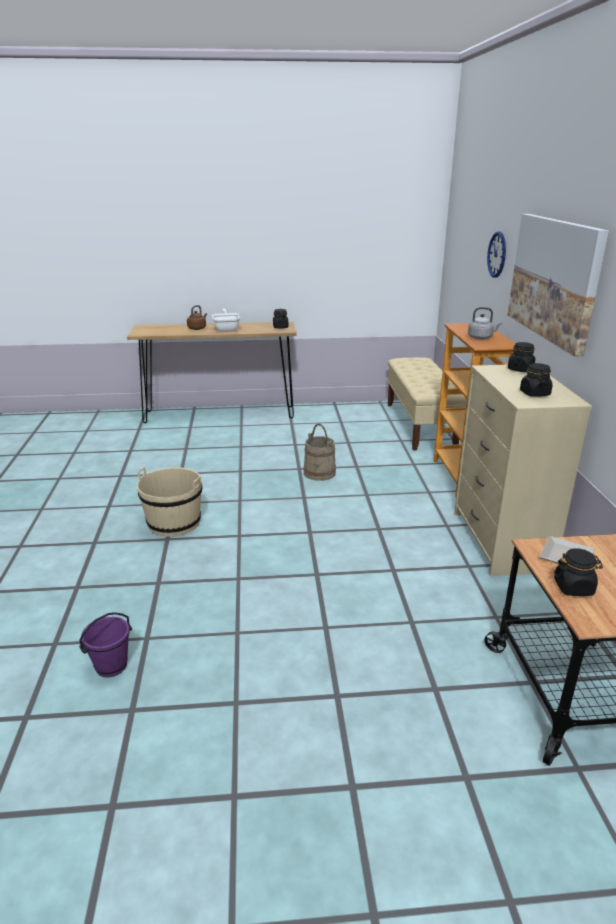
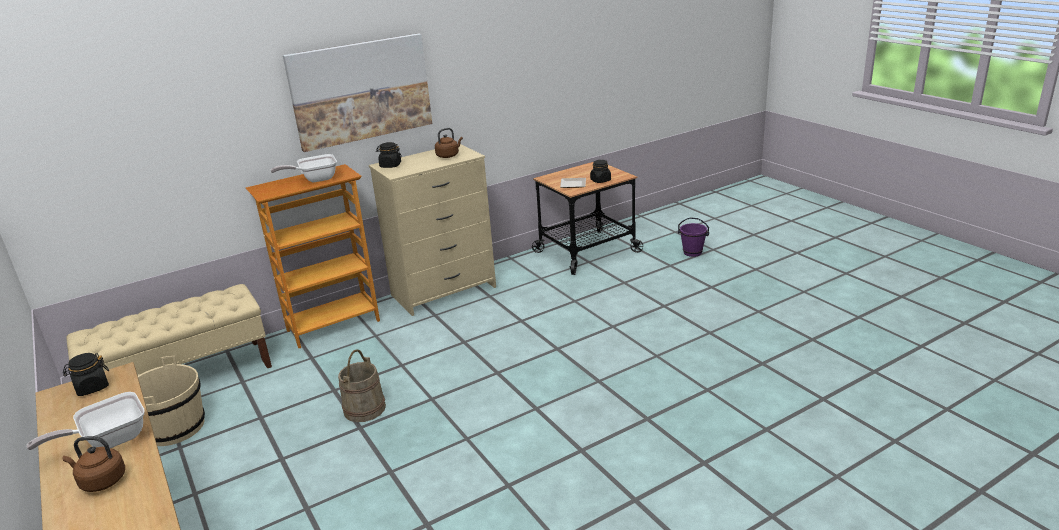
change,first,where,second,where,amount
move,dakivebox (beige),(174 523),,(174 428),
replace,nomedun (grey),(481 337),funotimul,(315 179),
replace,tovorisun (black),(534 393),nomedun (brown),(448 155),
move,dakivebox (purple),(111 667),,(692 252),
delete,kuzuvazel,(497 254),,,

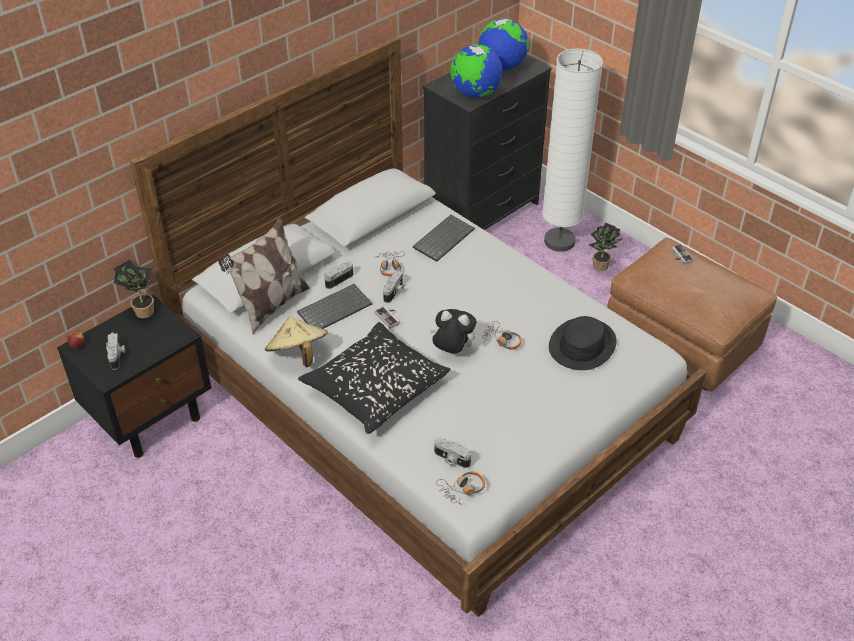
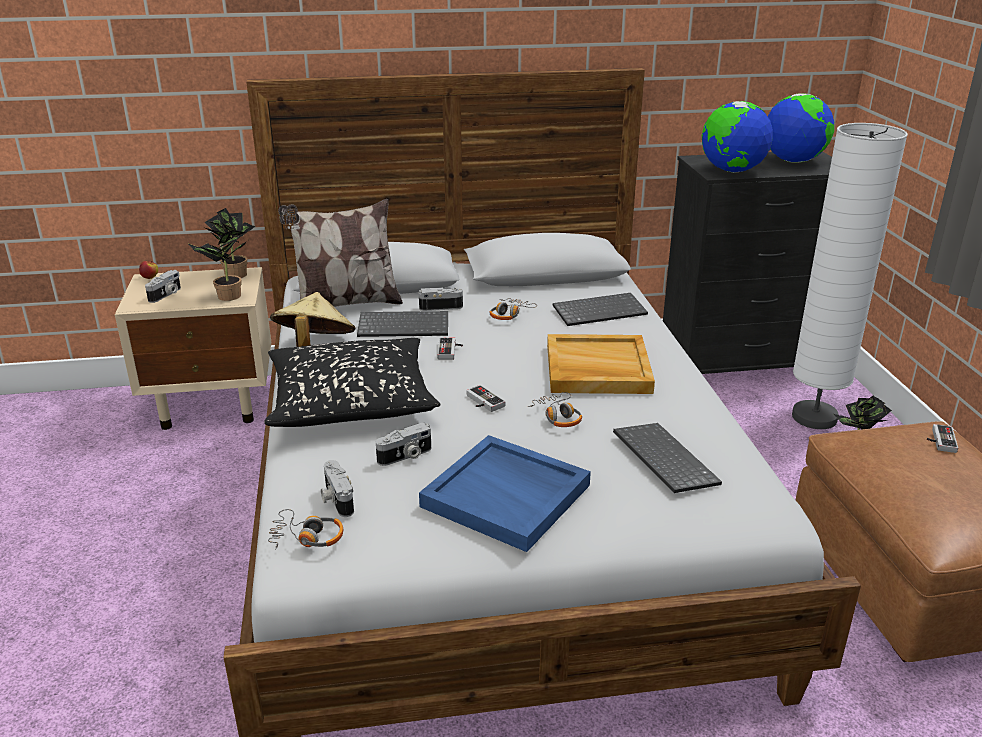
change,first,where,second,where,amount
recolor,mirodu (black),(151 417),mirodu (beige),(213 404),
insert,,,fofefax,(226 297),
move,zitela,(394 292),,(406 456),
insert,,,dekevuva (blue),(507 495),
replace,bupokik,(452 351),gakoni,(482 402),
insert,,,dekevuva (beige),(596 369),
replace,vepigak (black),(582 345),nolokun,(662 459),

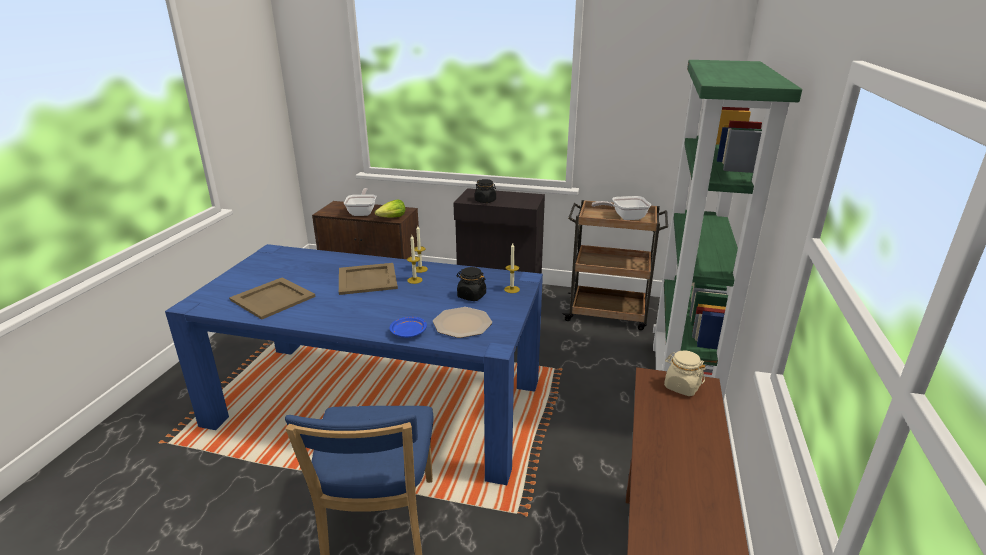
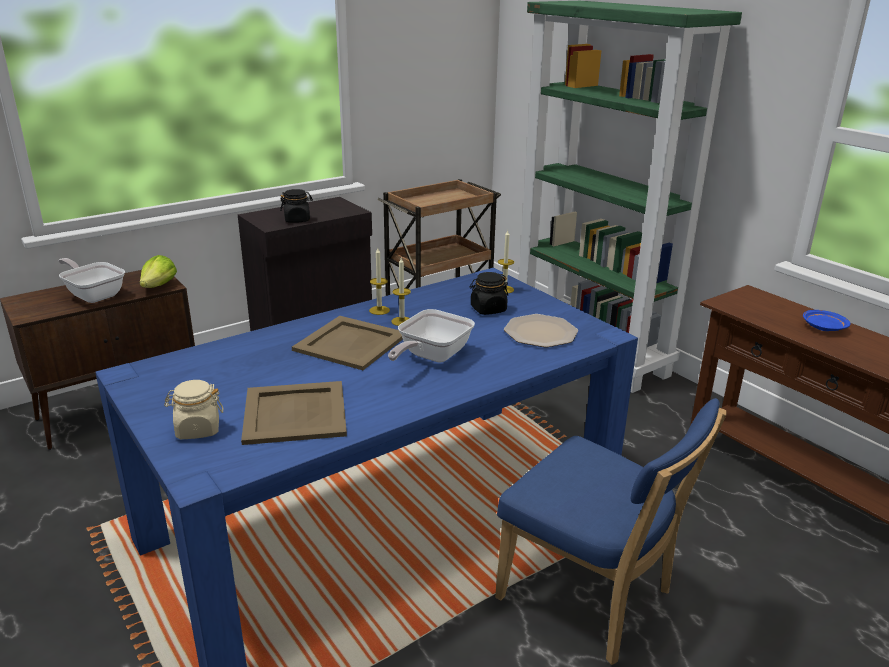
change,first,where,second,where,amount
move,tovorisun (beige),(681 386),,(197 429),
move,funotimul,(625 217),,(430 357),
move,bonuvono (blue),(408 332),,(823 327),

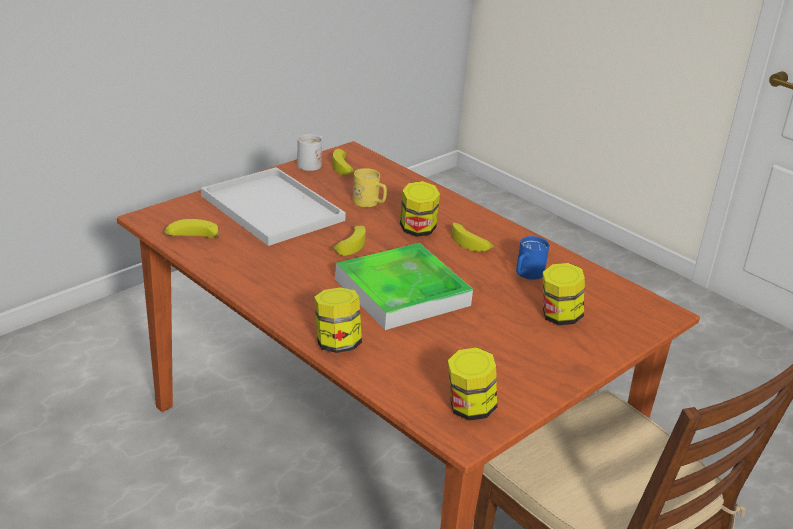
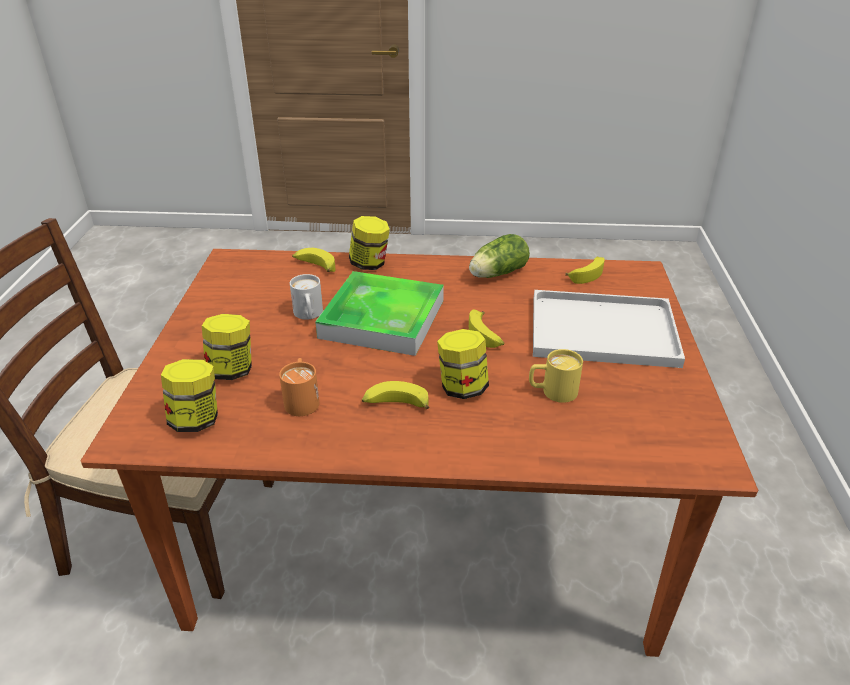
change,first,where,second,where,amount
move,tovorisun,(469 409),,(196 420),
recolor,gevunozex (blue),(526 275),gevunozex (orange),(302 399),
move,gevunozex (white),(312 163),,(309 315),
move,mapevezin,(344 168),,(314 266),
insert,,,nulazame,(496 274),

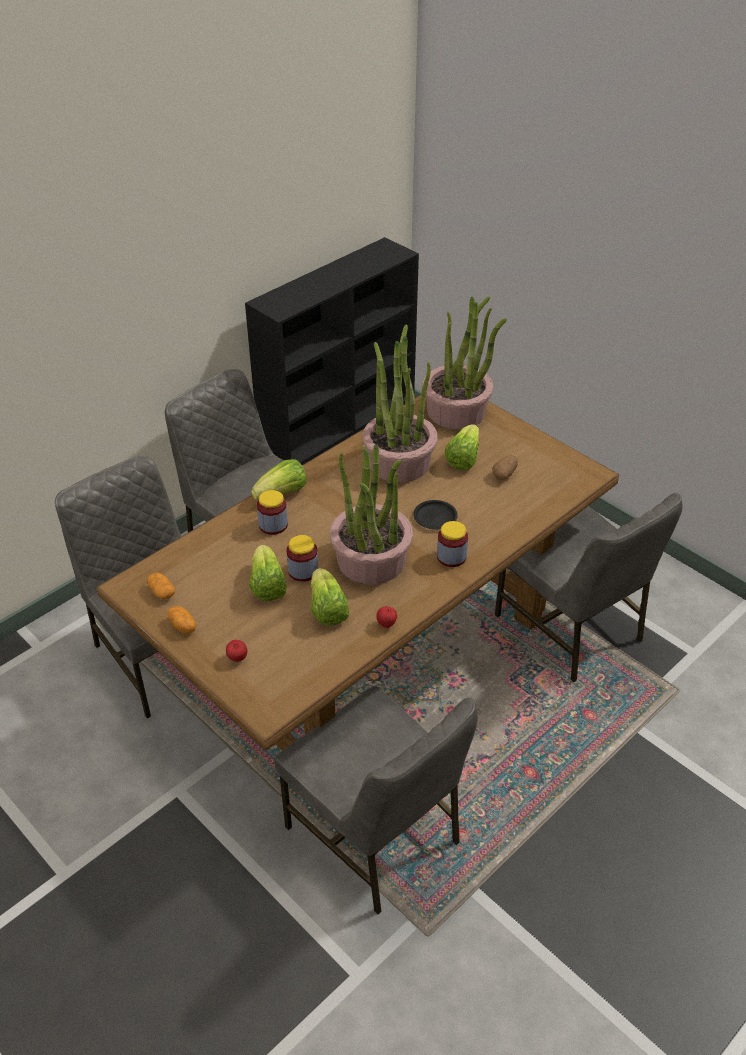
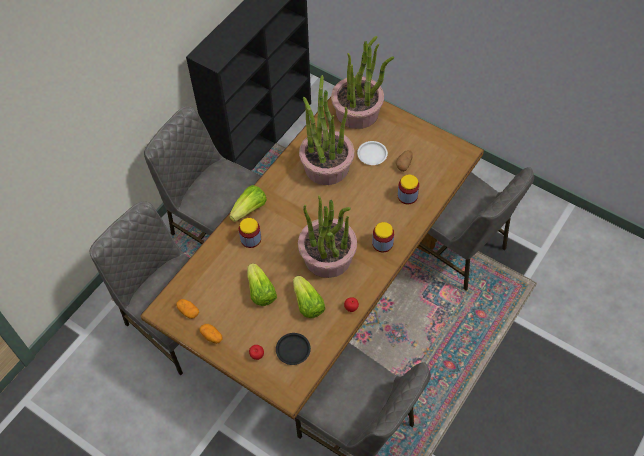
change,first,where,second,where,amount
move,bonuvono (black),(435 518),,(293 350),
replace,nulazame,(463 458),bonuvono (white),(372 155),
move,tovorisun,(303 571),,(407 196),

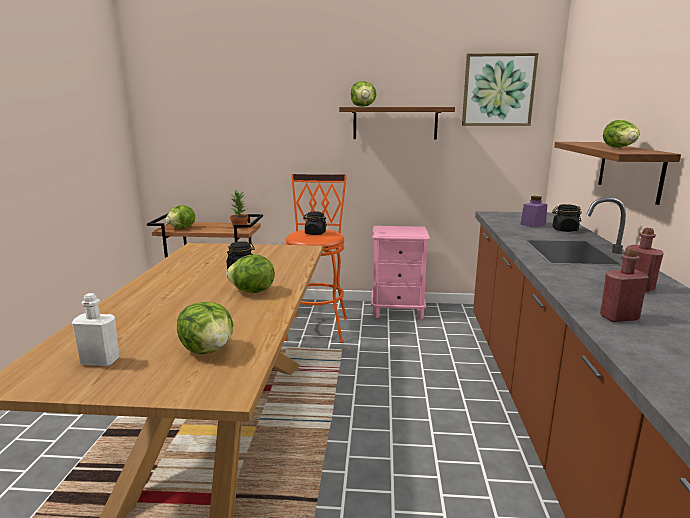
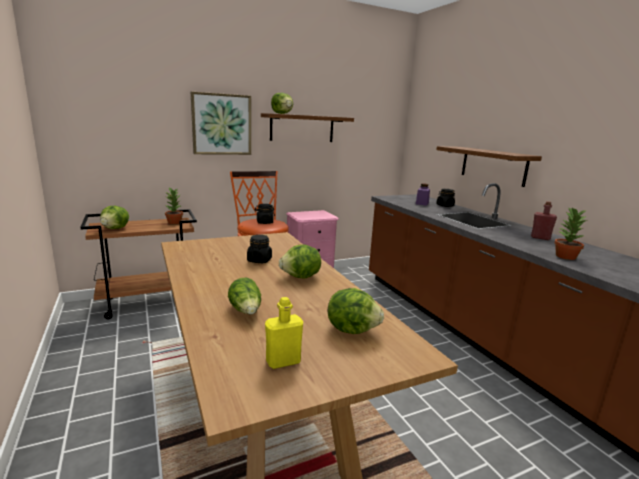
change,first,where,second,where,amount
move,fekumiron,(498 90),,(221 124),
move,nulazame,(620 148),,(246 311),
recolor,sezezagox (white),(100 361),sezezagox (yellow),(283 361),
replace,sezezagox (red),(619 317),fofefax,(565 256),

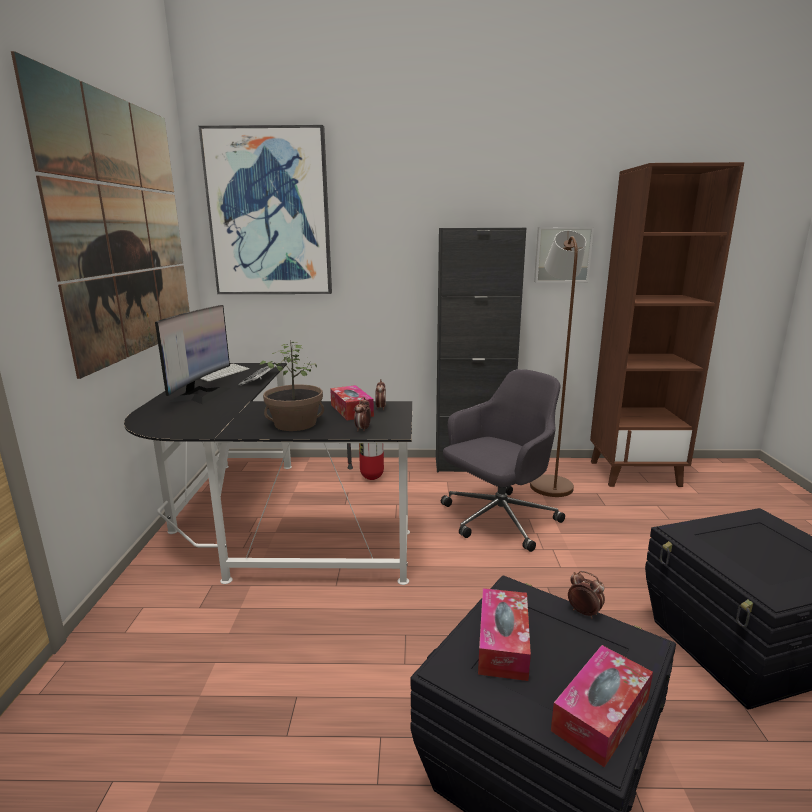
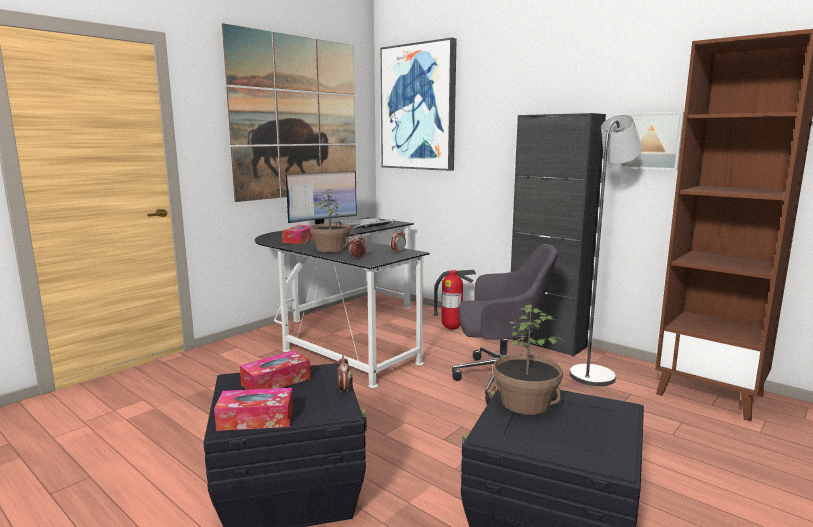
change,first,where,second,where,amount
move,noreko,(351 410),,(300 240),
insert,,,fofefax,(525 403),
recolor,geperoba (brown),(549 483),geperoba (grey),(595 373),

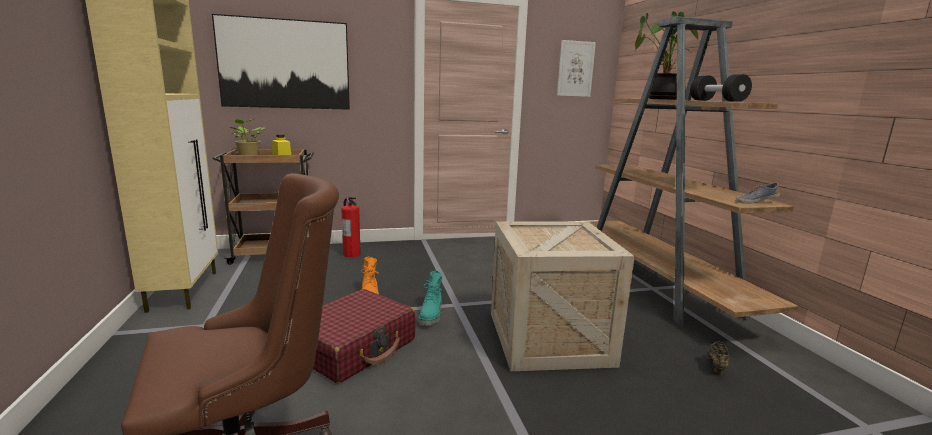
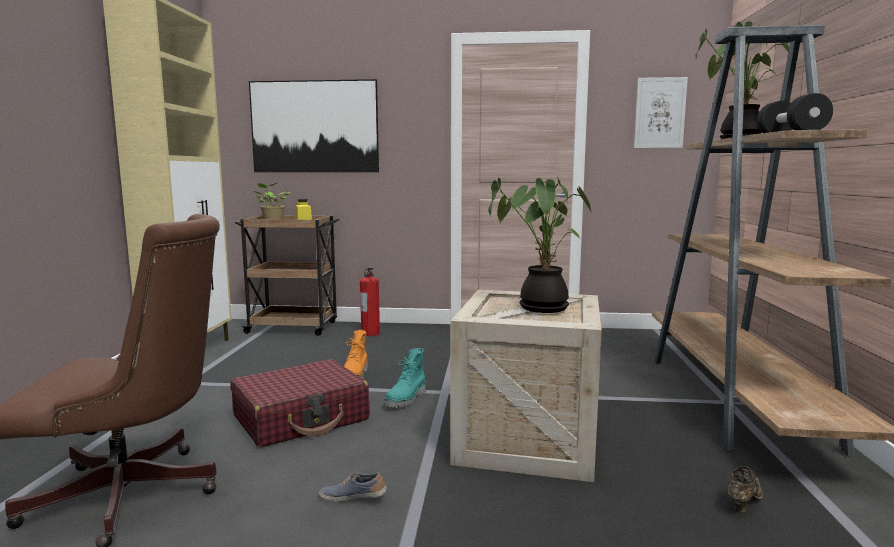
change,first,where,second,where,amount
move,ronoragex,(755 202),,(353 498),
insert,,,fofefax,(539 307),

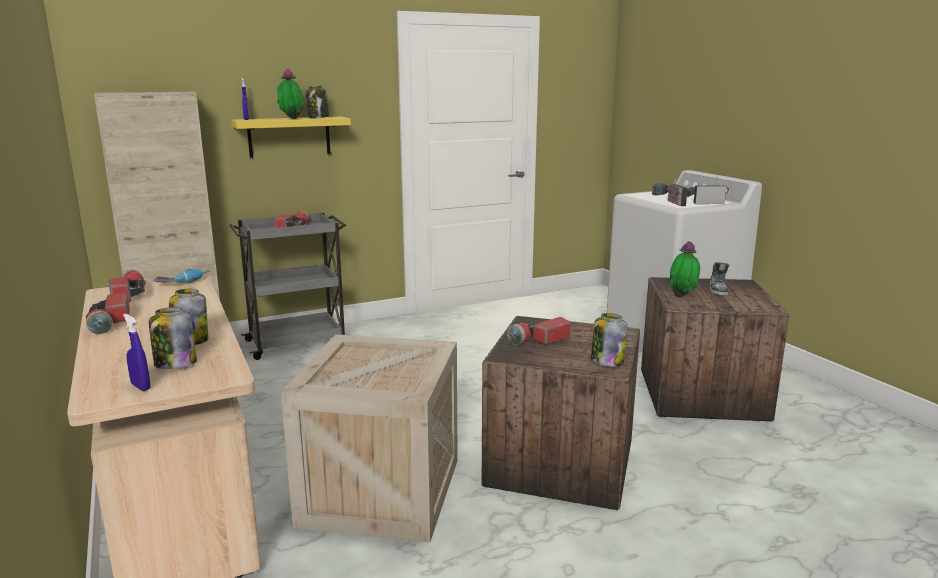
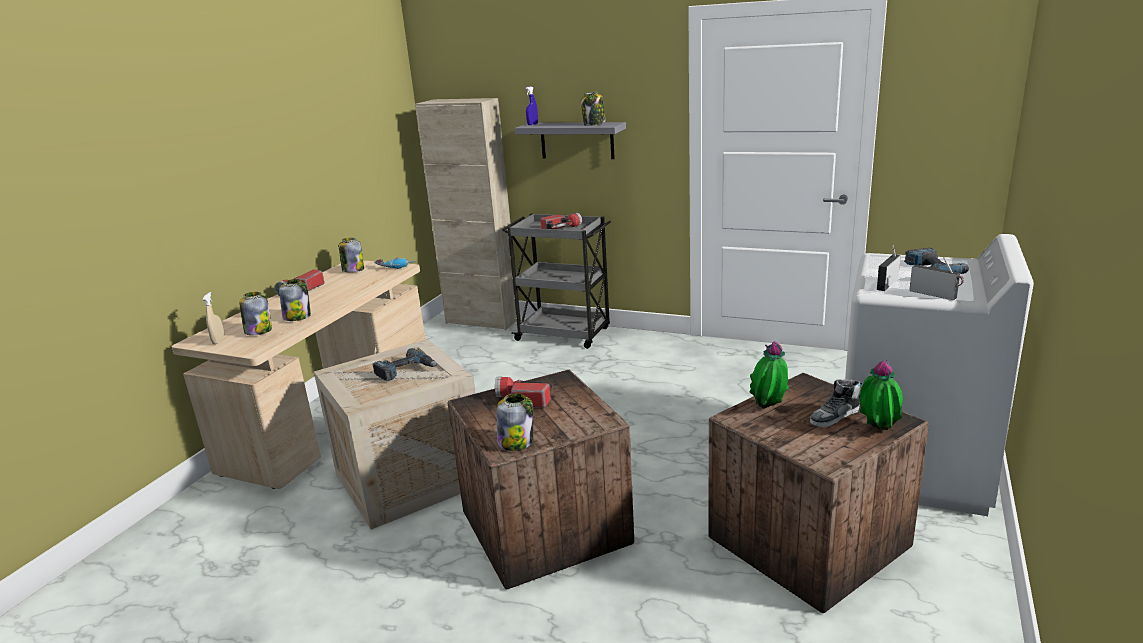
change,first,where,second,where,amount
recolor,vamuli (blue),(140 387),vamuli (beige),(218 341),
replace,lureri,(129 295),tovorisun,(353 270),
insert,,,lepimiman,(406 370),
recolor,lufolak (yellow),(289 136),lufolak (grey),(577 140),
move,fofefax,(291 119),,(877 430),

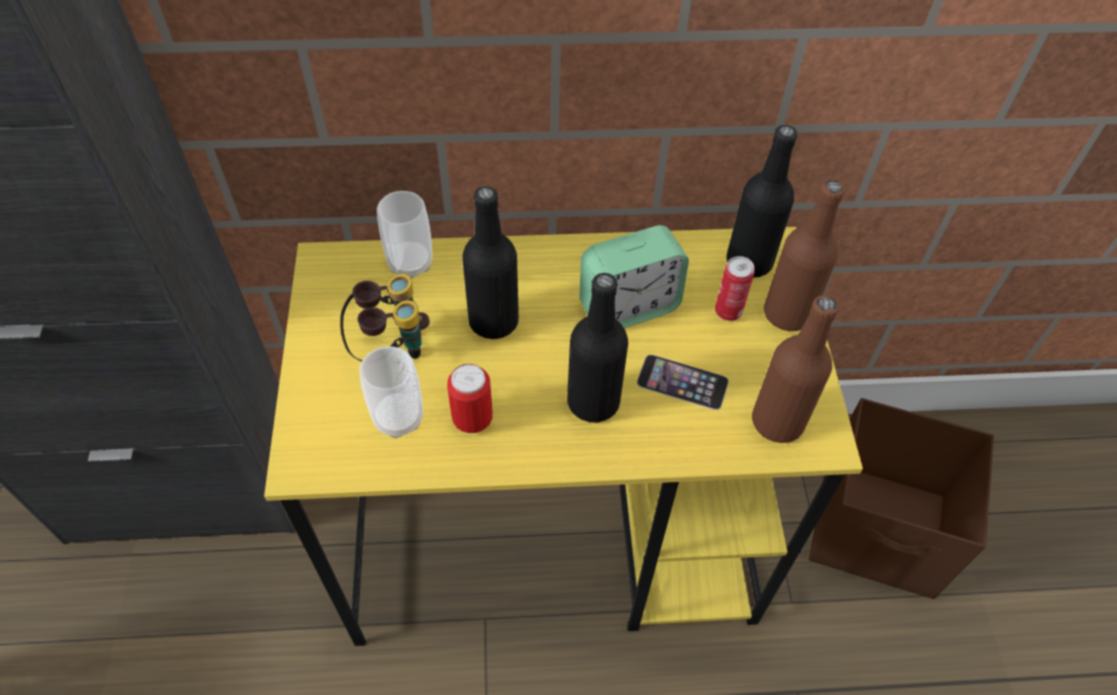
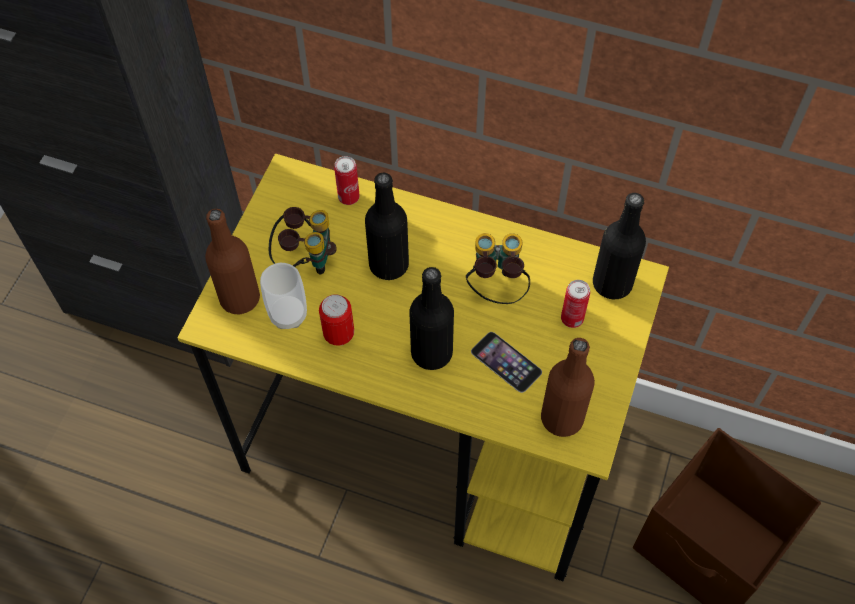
change,first,where,second,where,amount
move,sezezagox (brown),(787 314),,(240 298),
replace,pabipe,(410 263),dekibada,(348 197),
replace,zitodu,(628 307),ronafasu,(496 288),

